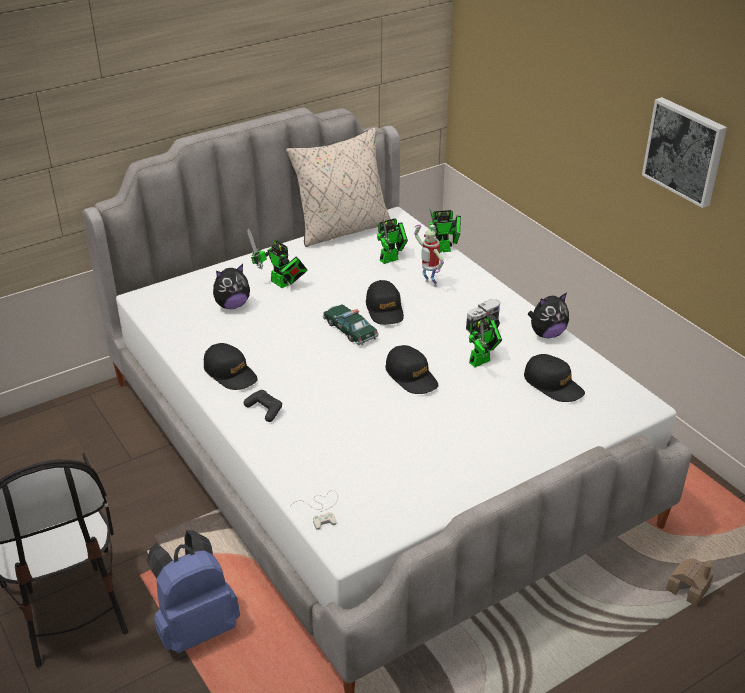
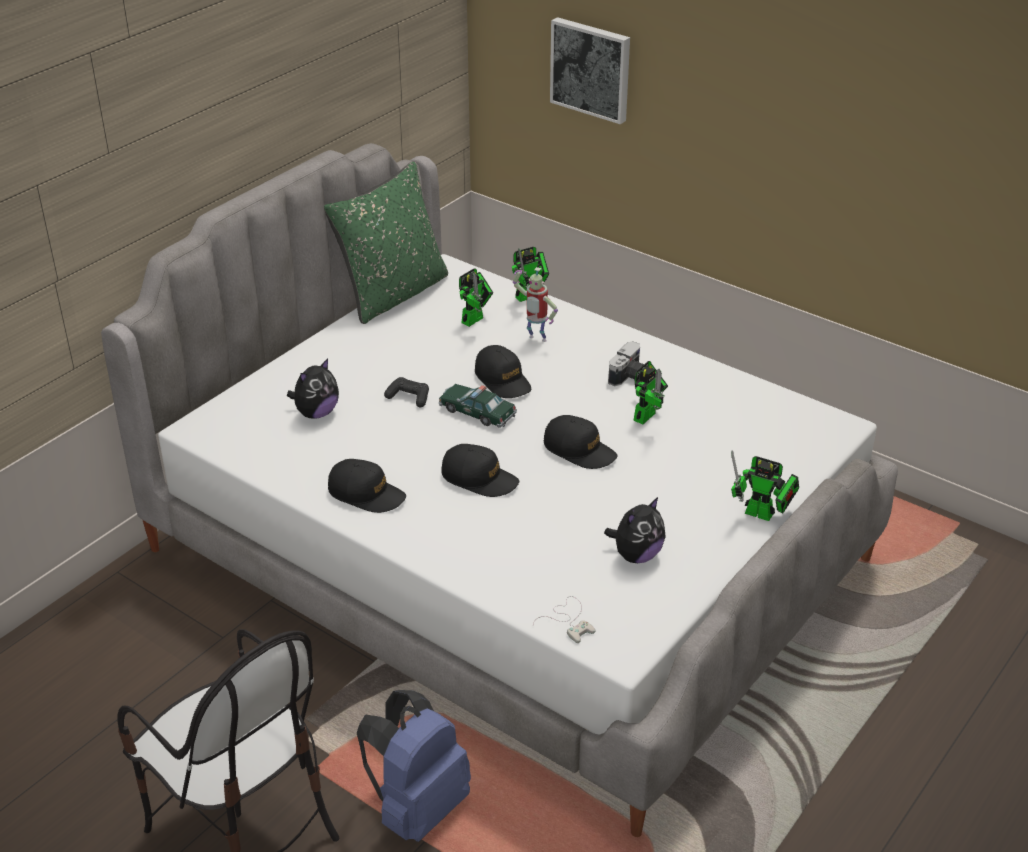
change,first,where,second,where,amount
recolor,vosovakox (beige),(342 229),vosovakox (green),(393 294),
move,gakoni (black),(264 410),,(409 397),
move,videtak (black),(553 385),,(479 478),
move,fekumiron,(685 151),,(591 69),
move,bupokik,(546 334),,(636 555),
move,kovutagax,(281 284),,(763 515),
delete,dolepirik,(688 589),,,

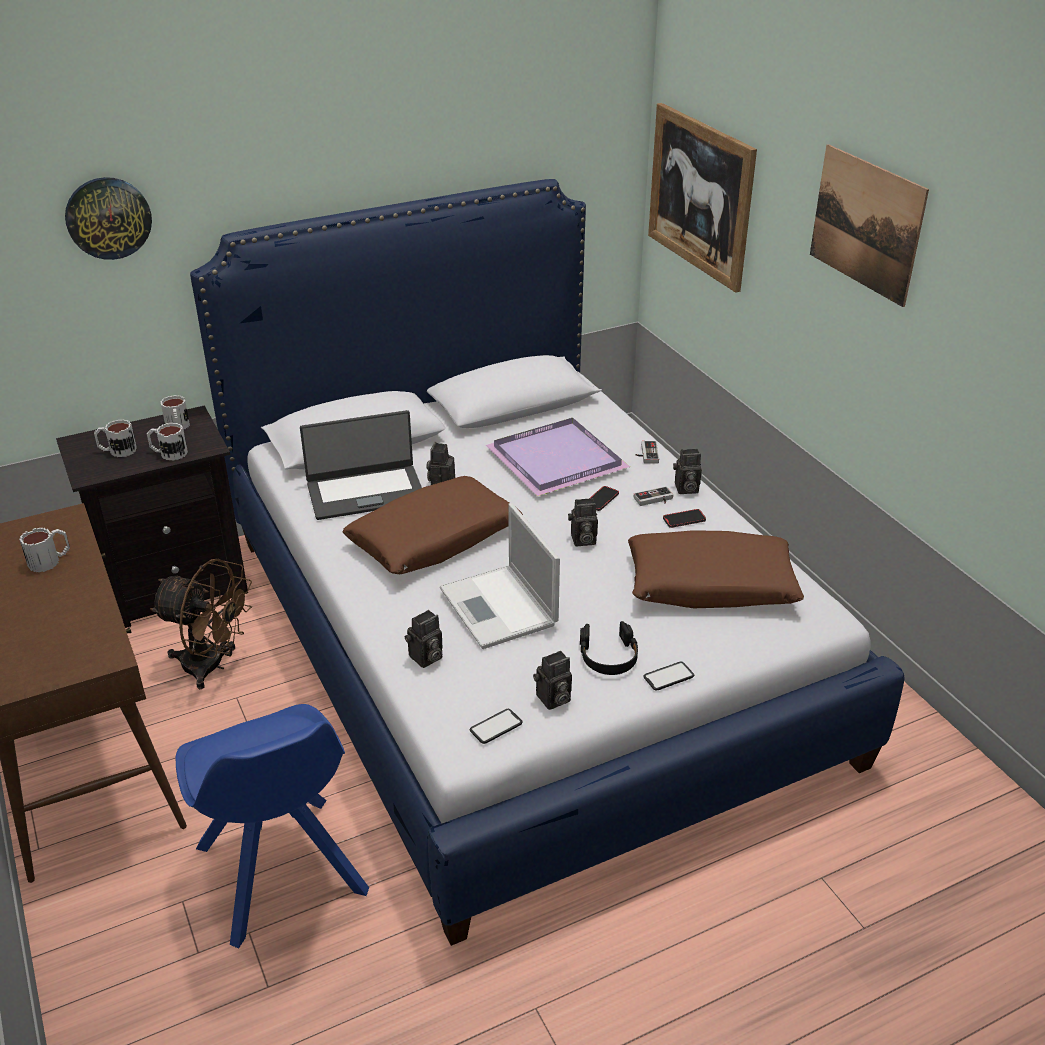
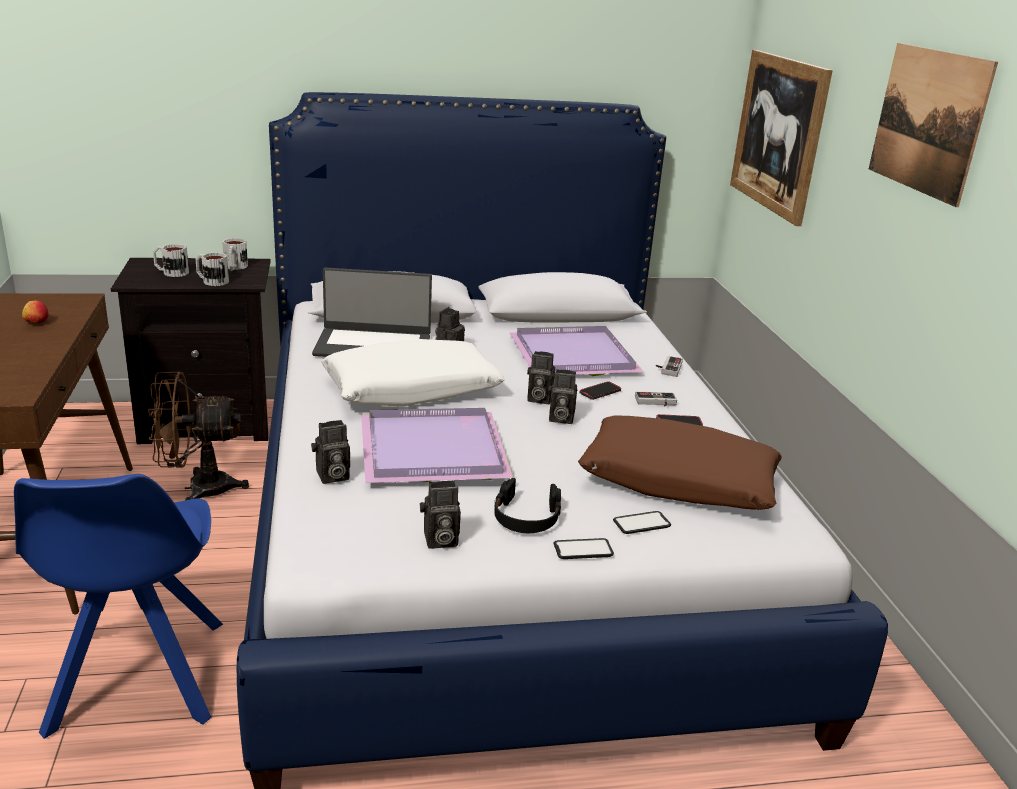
change,first,where,second,where,amount
replace,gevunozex,(50 560),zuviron,(36 322),
rotate,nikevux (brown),(212 666),,(198 488),135 degrees clockwise
recolor,vosovakox (brown),(434 539),vosovakox (white),(411 389),
replace,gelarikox,(499 608),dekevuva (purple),(436 451),
move,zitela,(685 489),,(538 399),
move,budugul,(496 727),,(641 523),
delete,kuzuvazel,(108 218),,,

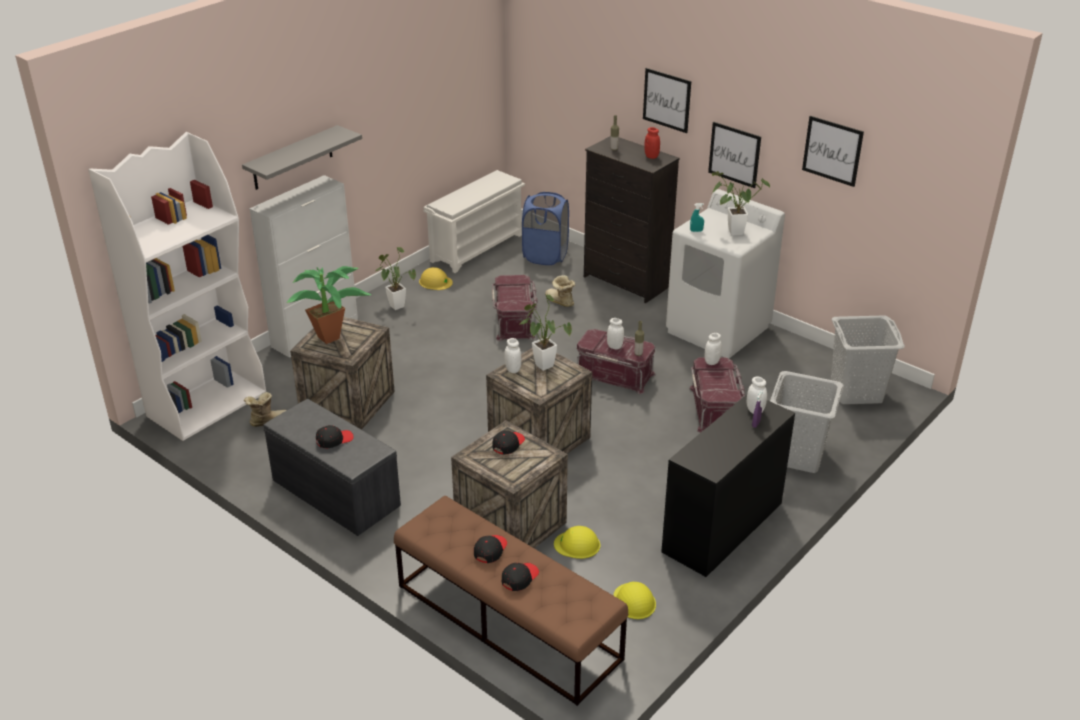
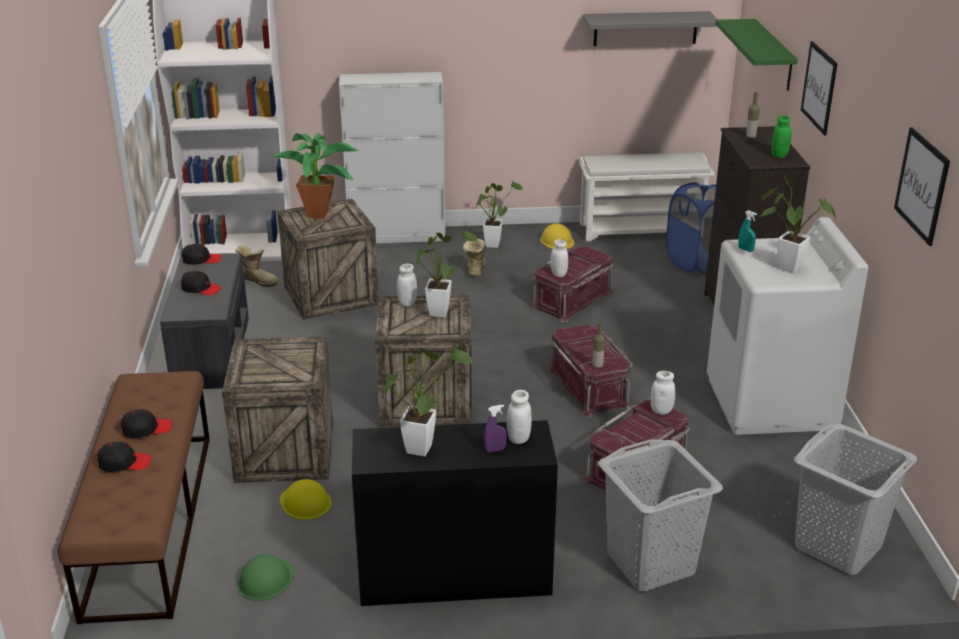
change,first,where,second,where,amount
move,videtak (black),(508 444),,(201 260),
recolor,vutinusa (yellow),(634 601),vutinusa (green),(266 579),
insert,,,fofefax,(421 446),
move,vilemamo,(559 302),,(475 270),
move,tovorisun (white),(614 346),,(558 274),
move,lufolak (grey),(292 158),,(645 28),
insert,,,lufolak (green),(773 55),
recolor,tovorisun (red),(651 156),tovorisun (green),(779 155),
delete,fekumiron,(734 154),,,

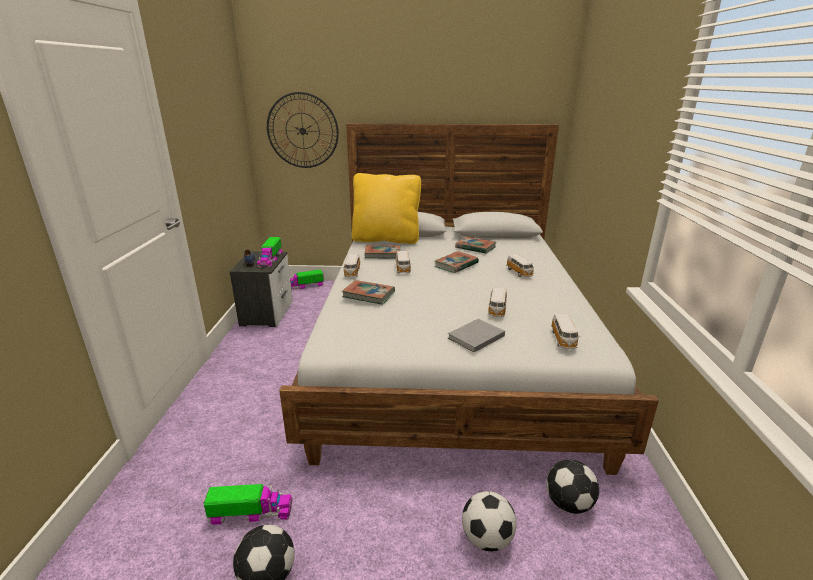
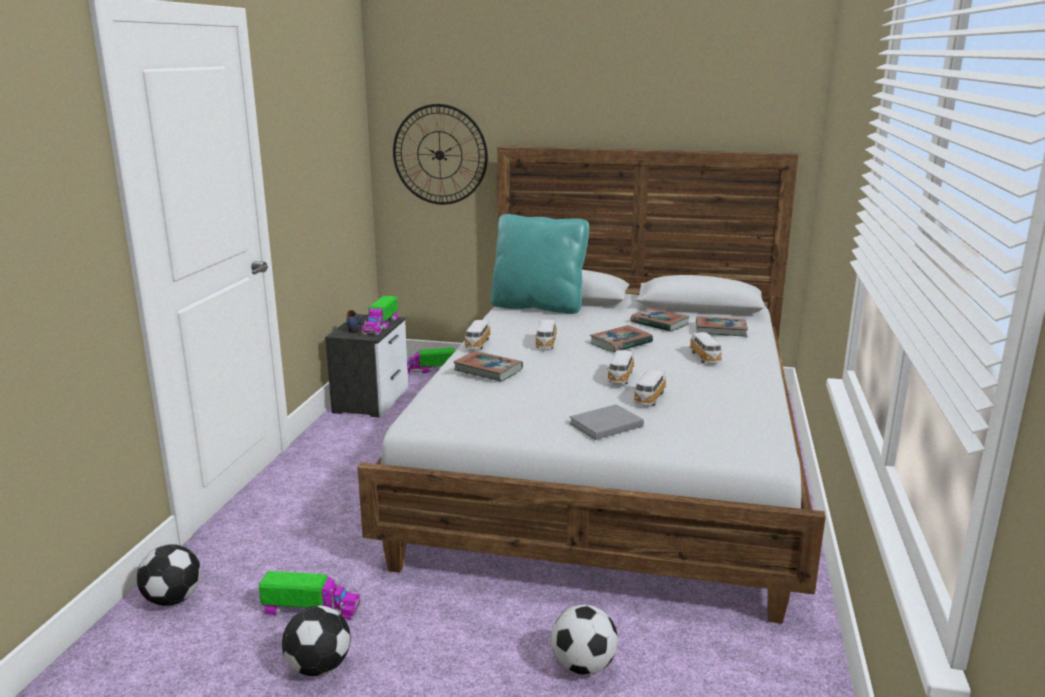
change,first,where,second,where,amount
move,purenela,(567 503),,(172 599),
recolor,vosovakox (yellow),(386 239),vosovakox (turquoise),(538 306),
move,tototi,(563 340),,(620 377),
move,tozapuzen,(382 254),,(720 330),

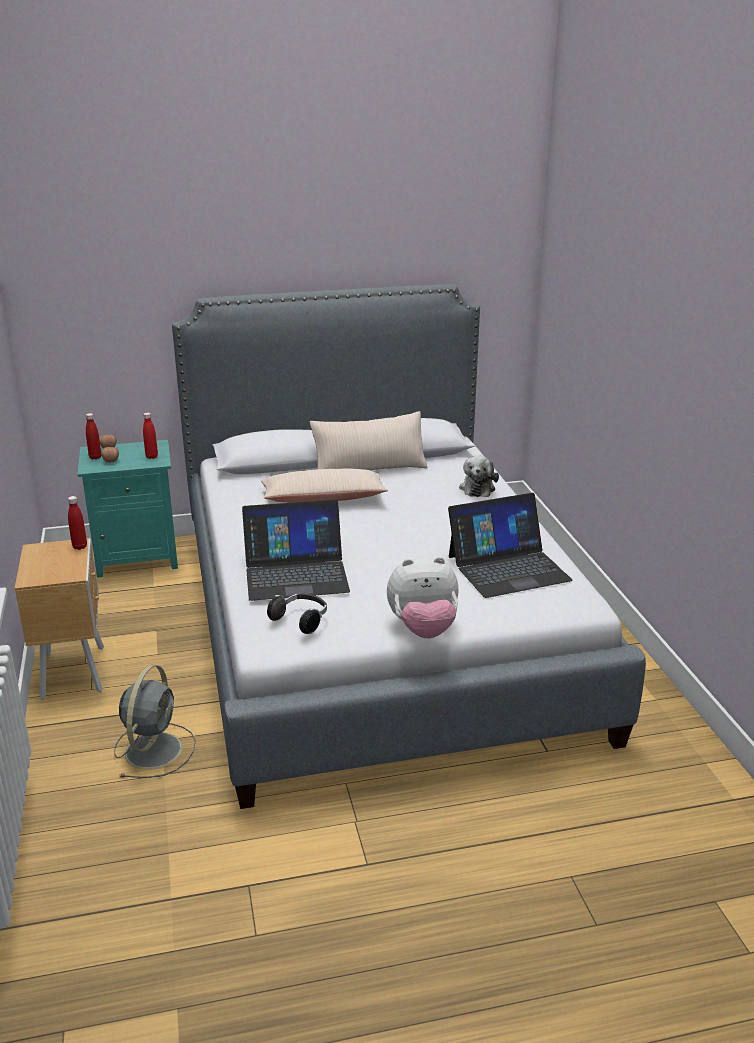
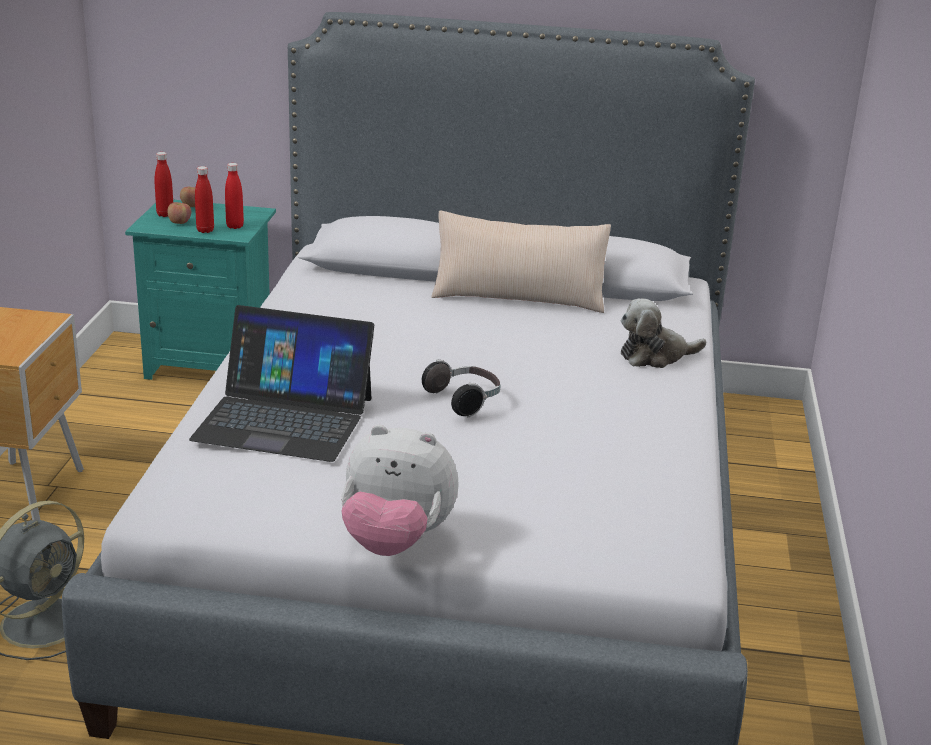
change,first,where,second,where,amount
move,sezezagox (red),(80 547),,(205 230),
move,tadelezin,(301 621),,(464 400),
rotate,bupokik,(477 488),,(655 356),45 degrees clockwise
delete,vosovakox (beige),(323 498),,,
delete,gelarikox,(508 568),,,

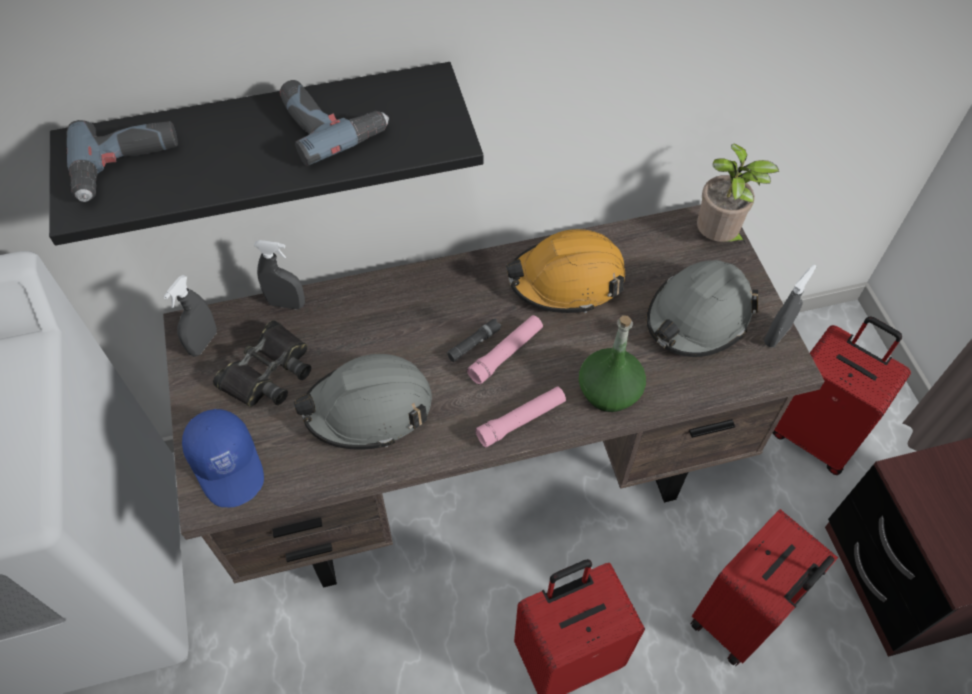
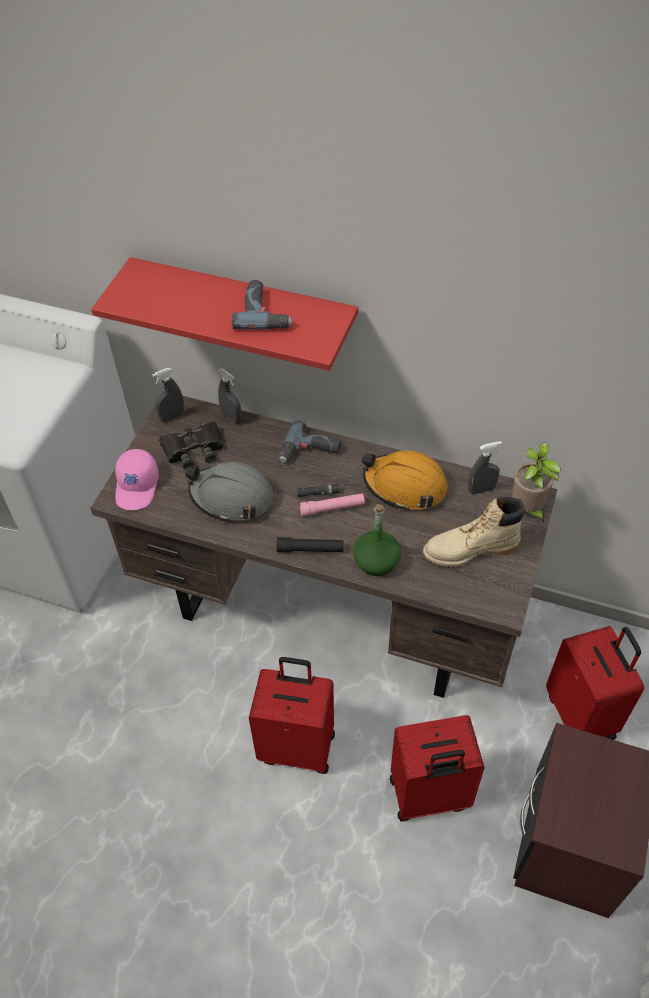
change,first,where,second,where,amount
recolor,lufolak (black),(267 138),lufolak (red),(243 308),
recolor,videtak (blue),(228 464),videtak (pink),(138 487),
recolor,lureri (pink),(521 420),lureri (black),(310 549),
move,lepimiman,(126 166),,(310 452),
replace,vutinusa (grey),(698 317),vilemamo (beige),(470 550),
move,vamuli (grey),(776 335),,(481 489),

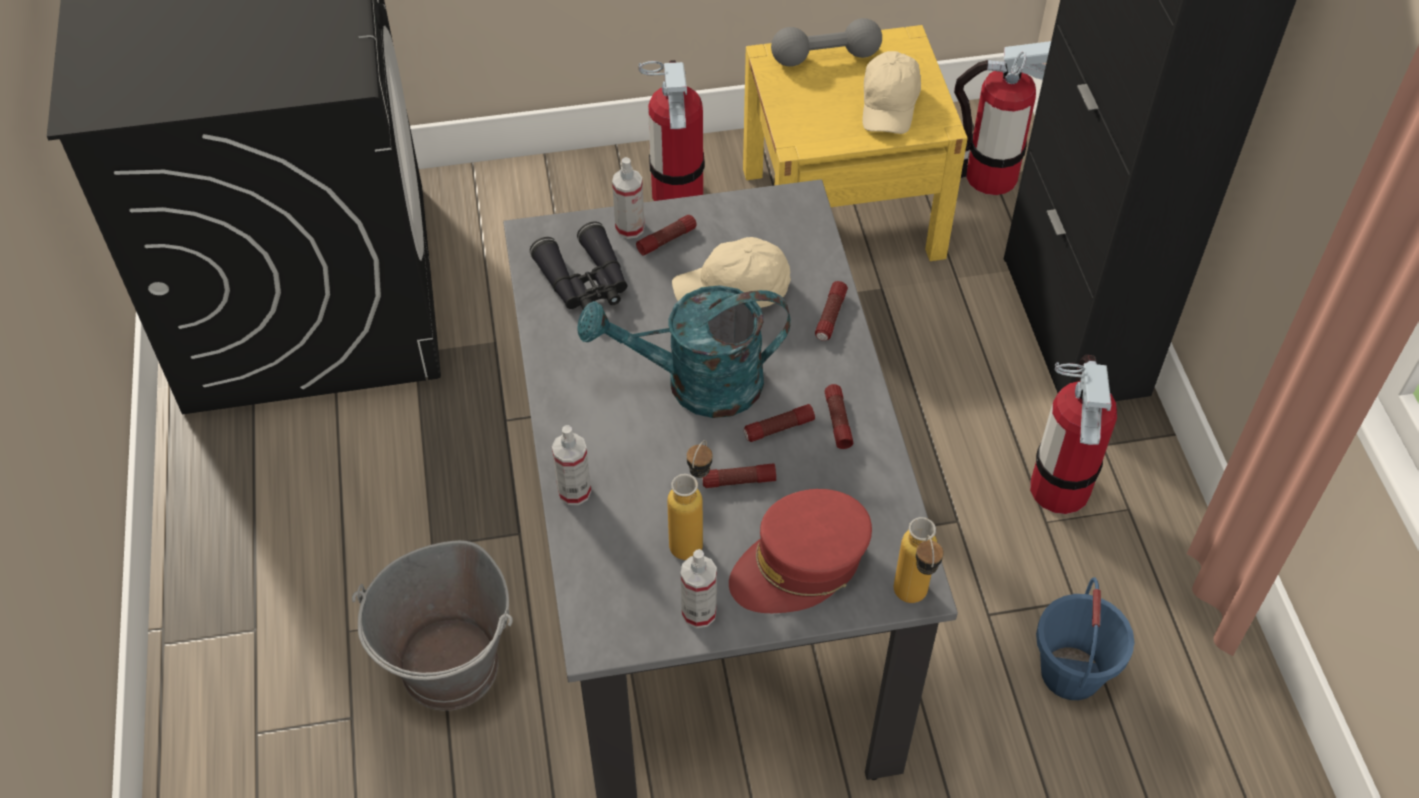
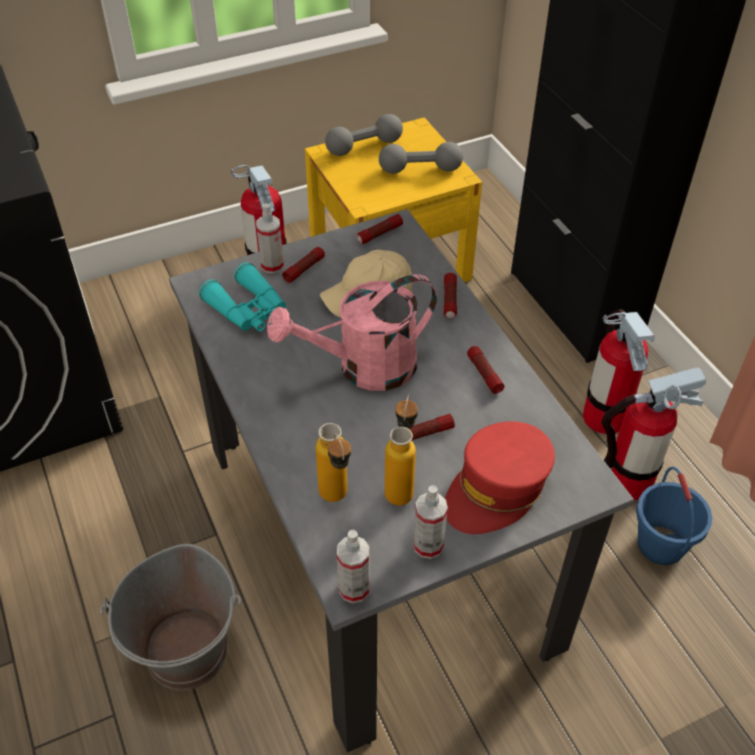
change,first,where,second,where,amount
recolor,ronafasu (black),(585 282),ronafasu (turquoise),(249 310),
recolor,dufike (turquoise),(696 384),dufike (pink),(364 368),
move,sezezagox,(913 602),,(337 501),
move,vamuli,(574 491),,(354 589),
move,lureri,(778 428),,(379 234),
replace,videtak (beige),(889 105),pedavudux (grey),(420 169),
move,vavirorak,(991 176),,(628 481),

